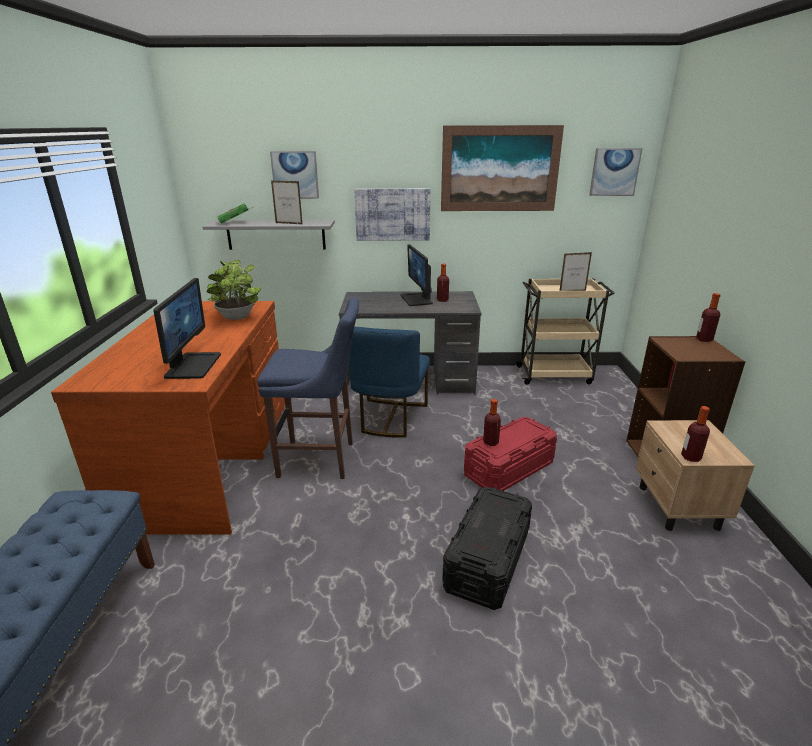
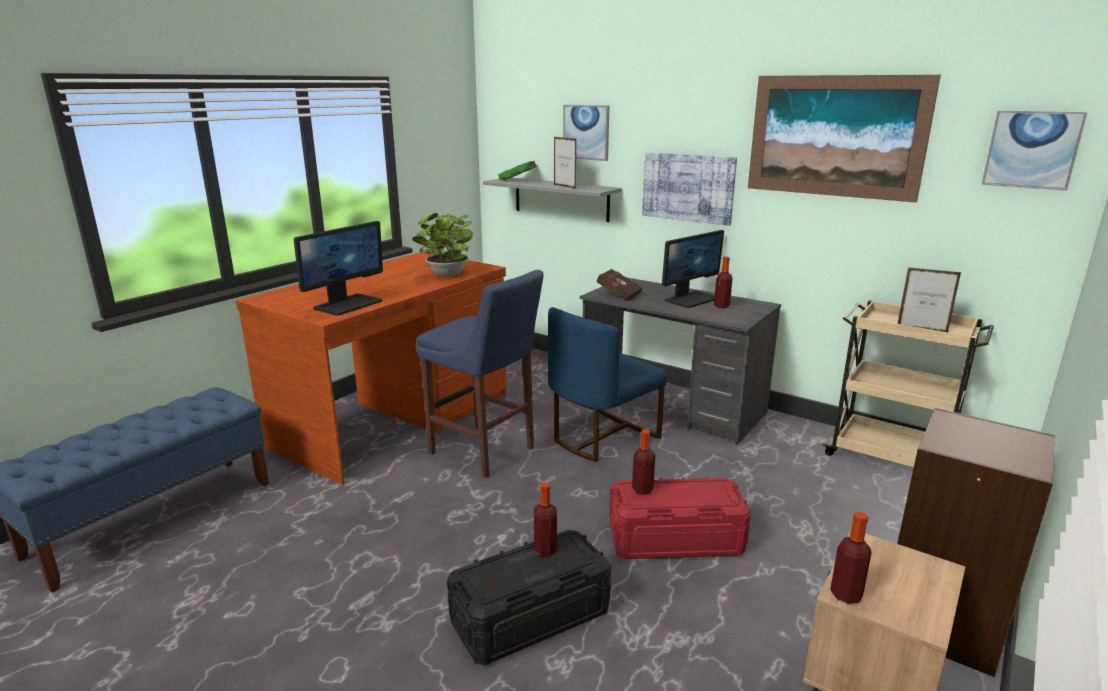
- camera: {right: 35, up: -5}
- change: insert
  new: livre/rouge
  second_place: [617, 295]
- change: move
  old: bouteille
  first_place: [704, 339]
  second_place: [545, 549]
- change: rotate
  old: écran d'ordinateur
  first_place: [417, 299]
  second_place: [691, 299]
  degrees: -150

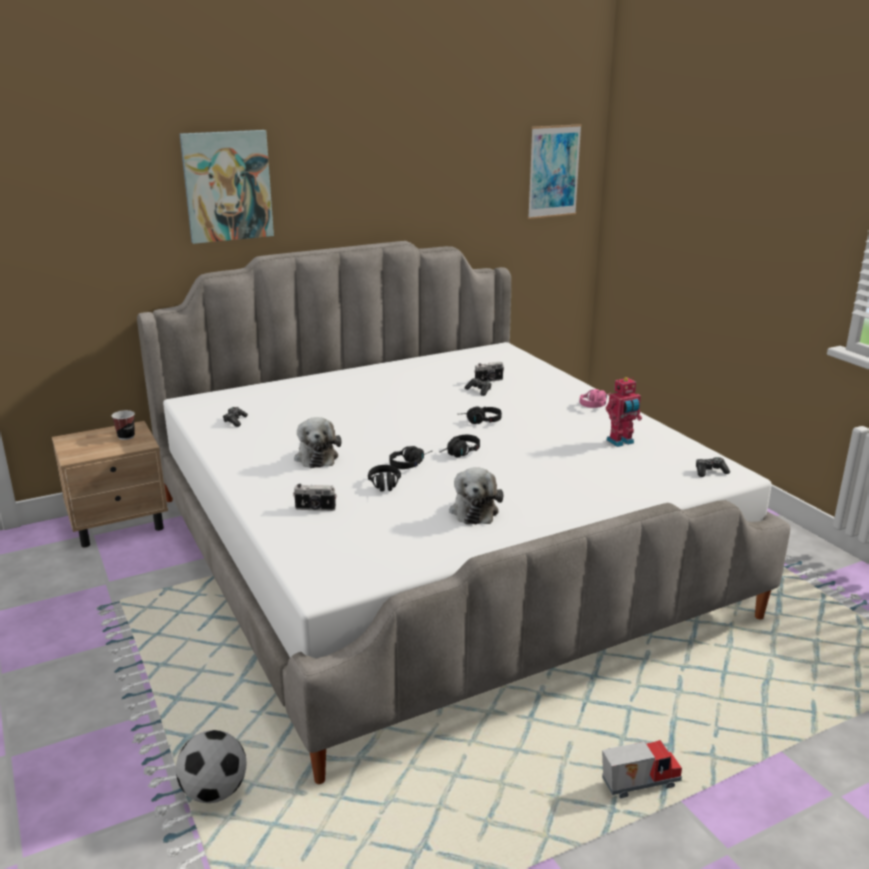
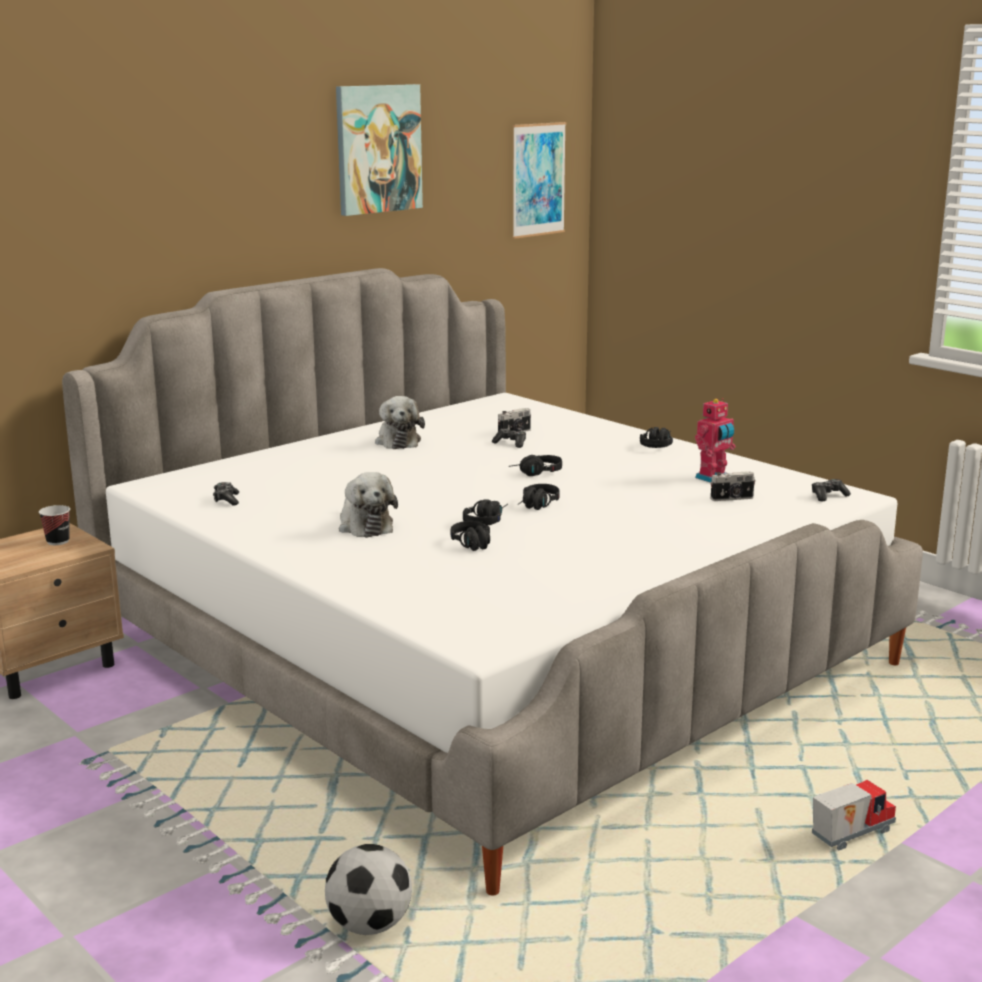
- camera: {right: -15, up: -5}
- change: move
  old: tableau
  first_place: [227, 186]
  second_place: [378, 149]
- change: move
  old: appareil photo
  first_place: [315, 509]
  second_place: [732, 499]
- change: move
  old: peluche
  first_place: [474, 510]
  second_place: [398, 441]
- change: recolor
  old: casque audio/rose
  new: casque audio/noir
  first_place: [595, 404]
  second_place: [657, 445]

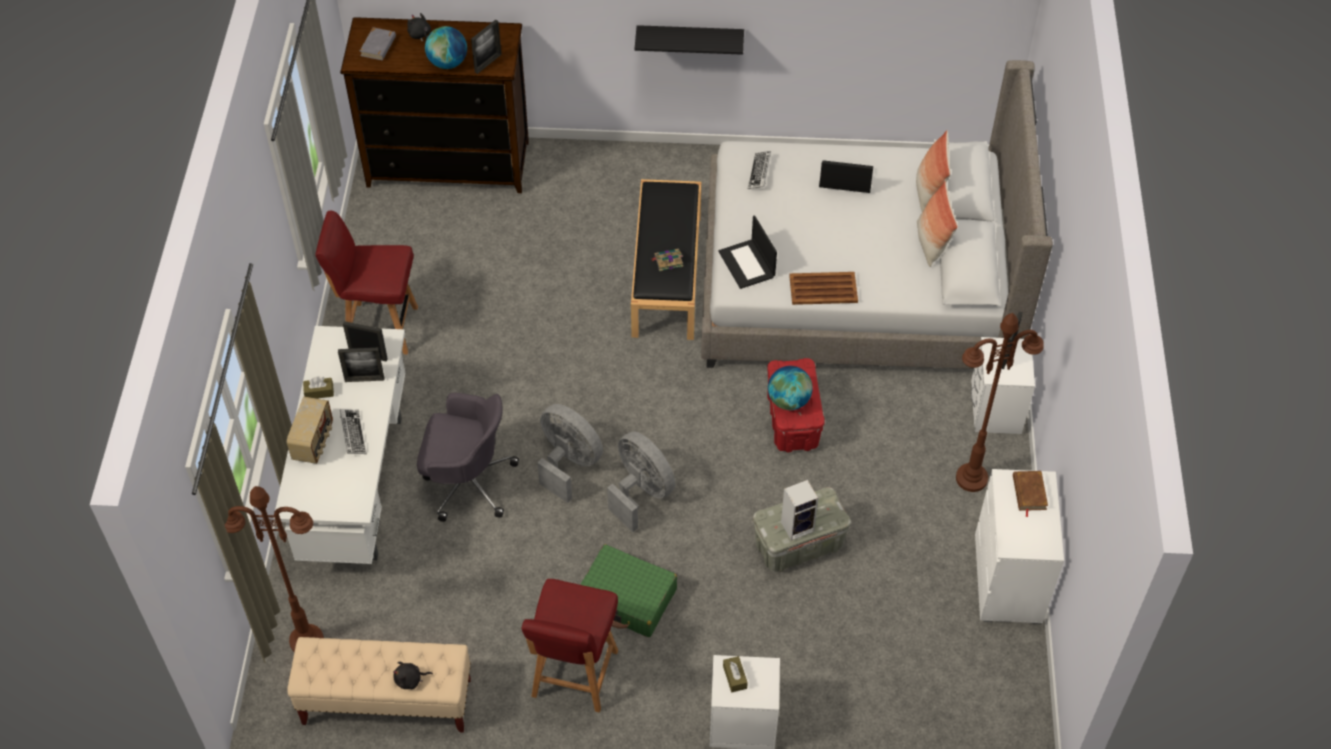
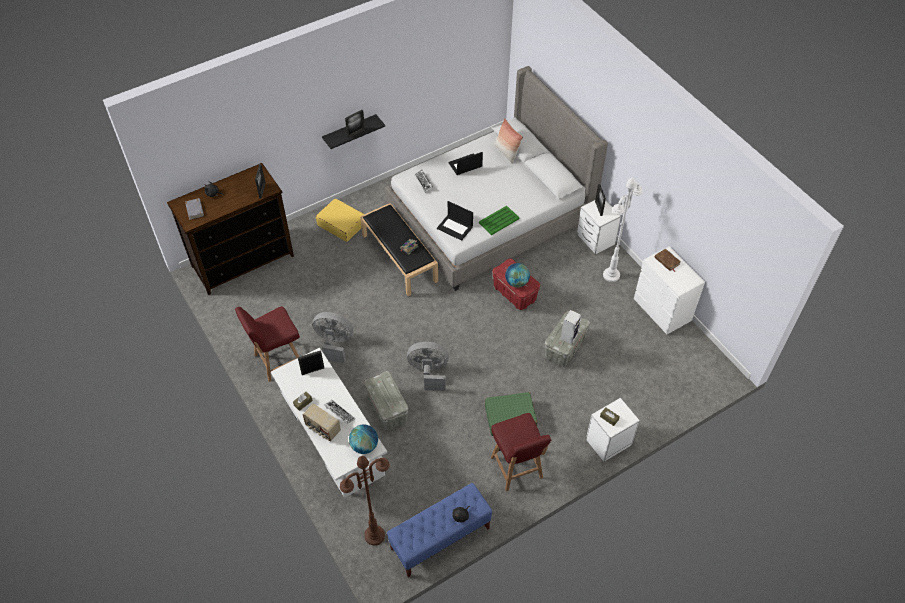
- camera: {right: -35, up: 0}
- change: delete
  old: coussin
  first_place: [931, 243]
- change: insert
  new: valise/jaune
  second_place: [341, 224]
- change: move
  old: cadre photo
  first_place: [364, 379]
  second_place: [356, 133]
- change: move
  old: globe
  first_place: [448, 63]
  second_place: [364, 446]
- change: move
  old: ventilateur/gris
  first_place: [641, 492]
  second_place: [334, 343]
- change: replace
  old: chaise de bureau/gris
  new: boîte de rangement/gris
  first_place: [467, 481]
  second_place: [387, 409]
- change: recolor
  old: banc/beige
  new: banc/bleu
  first_place: [386, 702]
  second_place: [440, 538]
- change: recolor
  old: plateau/marron
  new: plateau/vert
  first_place: [824, 289]
  second_place: [499, 220]
- change: recolor
  old: lampadaire/marron
  new: lampadaire/blanc
  first_place: [971, 478]
  second_place: [611, 275]
- change: rotate
  old: radio
  first_place: [314, 442]
  second_place: [322, 429]
  degrees: 150

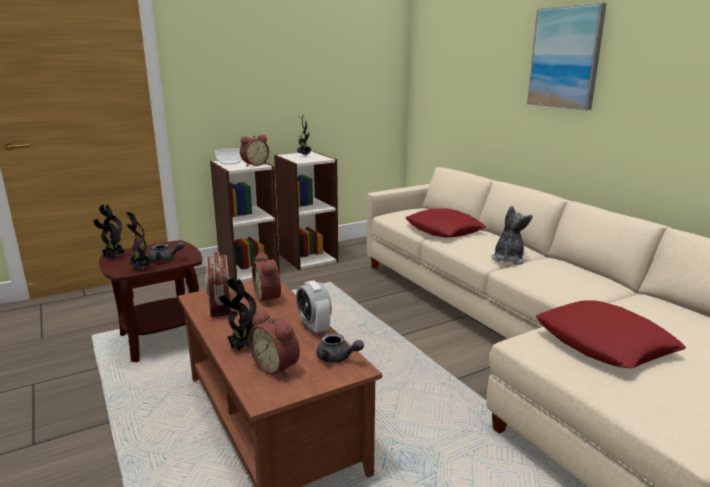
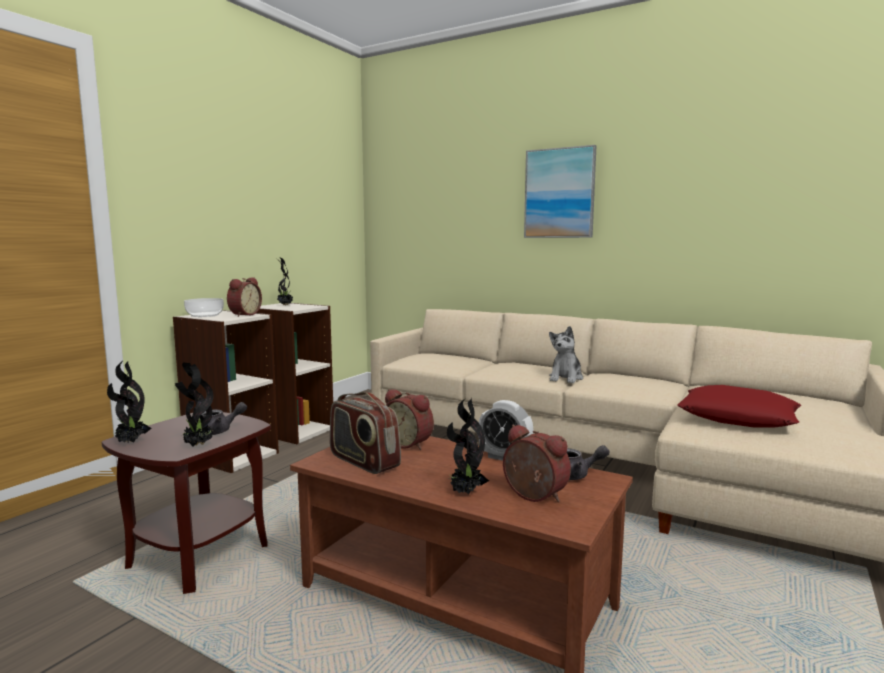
- camera: {right: -30, up: -10}
- change: delete
  old: coussin/rouge
  first_place: [444, 230]
- change: rotate
  old: réveil
  first_place: [277, 366]
  second_place: [533, 497]
  degrees: -150
- change: rotate
  old: peluche
  first_place: [508, 259]
  second_place: [566, 378]
  degrees: -150

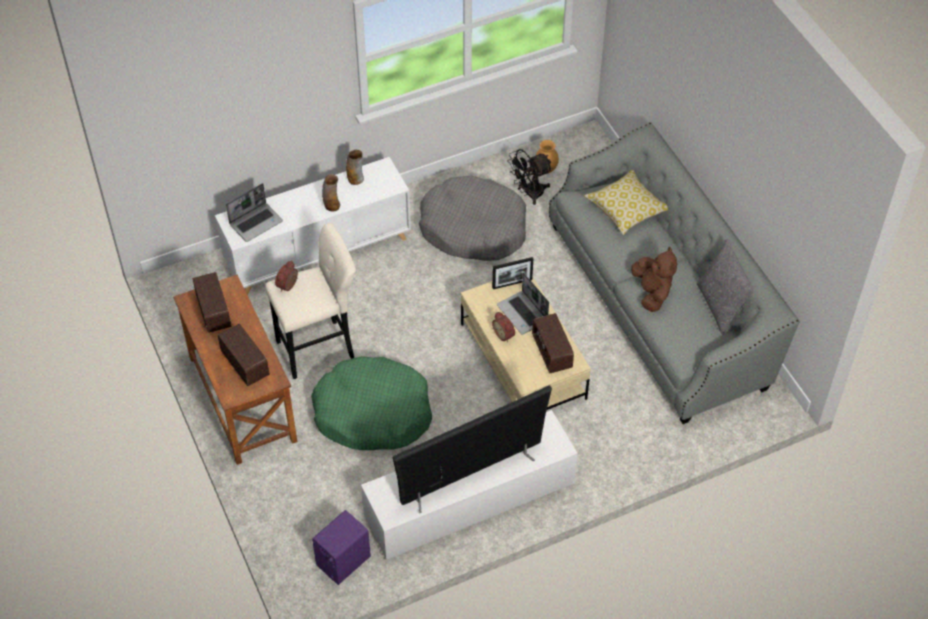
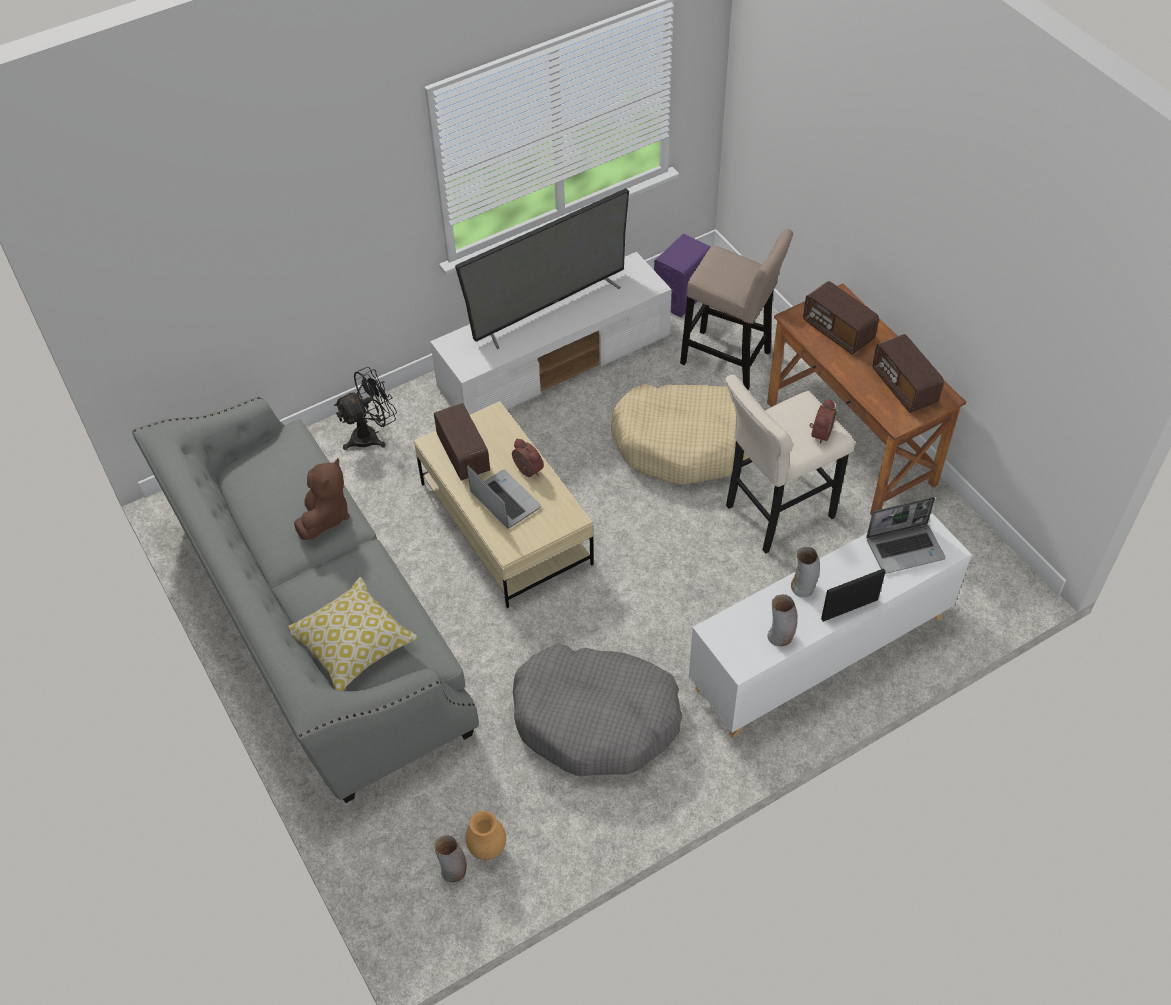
- camera: {right: 175, up: 0}
- change: delete
  old: coussin/gris
  first_place: [720, 306]
- change: insert
  new: vase
  second_place: [454, 871]
- change: insert
  new: tabouret/beige
  second_place: [730, 360]
- change: move
  old: cadre photo
  first_place: [512, 283]
  second_place: [849, 609]
- change: move
  old: ventilateur/noir
  first_place: [529, 193]
  second_place: [371, 435]
- change: recolor
  old: panier pour chien/vert
  new: panier pour chien/beige
  first_place: [373, 413]
  second_place: [685, 442]
- change: rotate
  old: ordinateur portable
  first_place: [256, 222]
  second_place: [905, 548]
  degrees: -150
- change: rotate
  old: peluche/marron
  first_place: [652, 293]
  second_place: [325, 515]
  degrees: -150

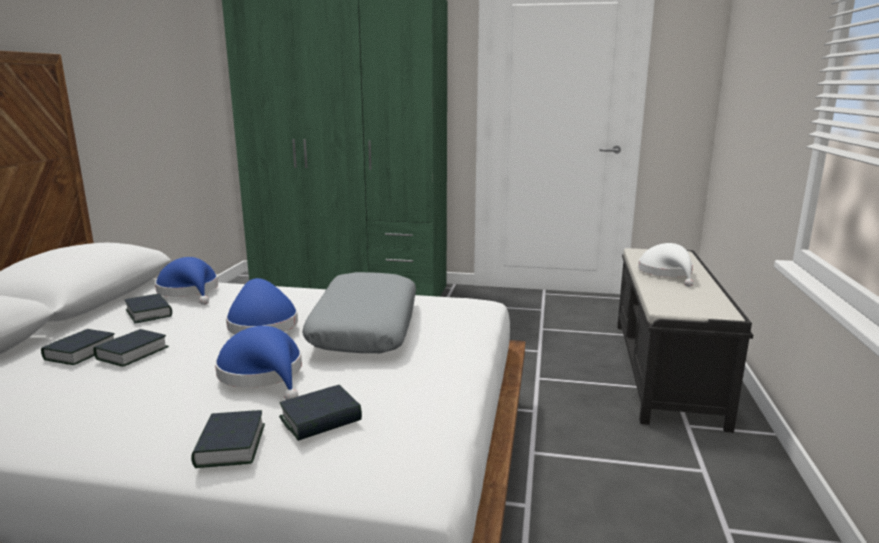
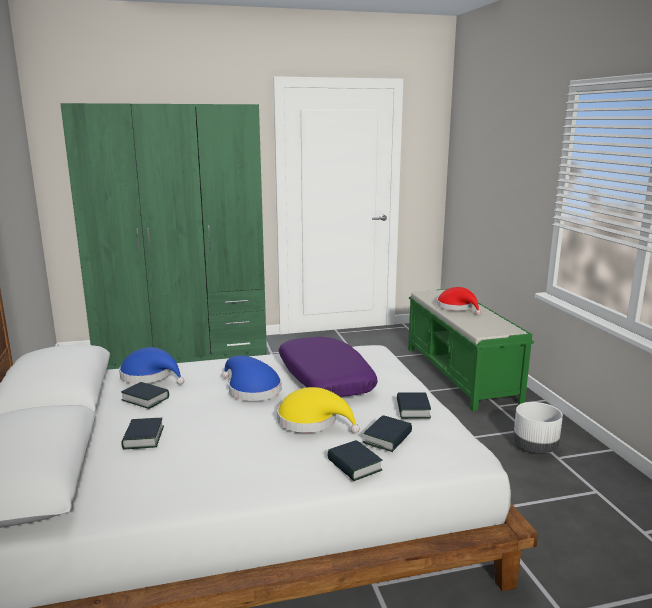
- camera: {right: -25, up: 0}
- change: insert
  new: cache-pot/blanc
  second_place: [535, 447]
- change: move
  old: livre
  first_place: [132, 353]
  second_place: [413, 410]
- change: recolor
  old: chapeau/bleu
  new: chapeau/jaune
  first_place: [264, 374]
  second_place: [312, 421]
- change: recolor
  old: coussin/gris
  new: coussin/violet
  first_place: [364, 327]
  second_place: [324, 378]
- change: recolor
  old: banc/noir
  new: banc/vert
  first_place: [665, 371]
  second_place: [460, 374]
- change: recolor
  old: chapeau/blanc
  new: chapeau/rouge
  first_place: [667, 273]
  second_place: [457, 307]

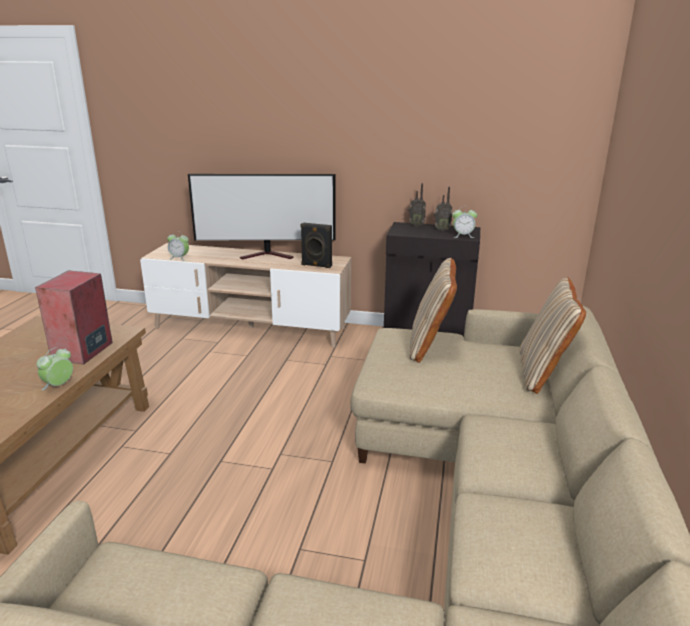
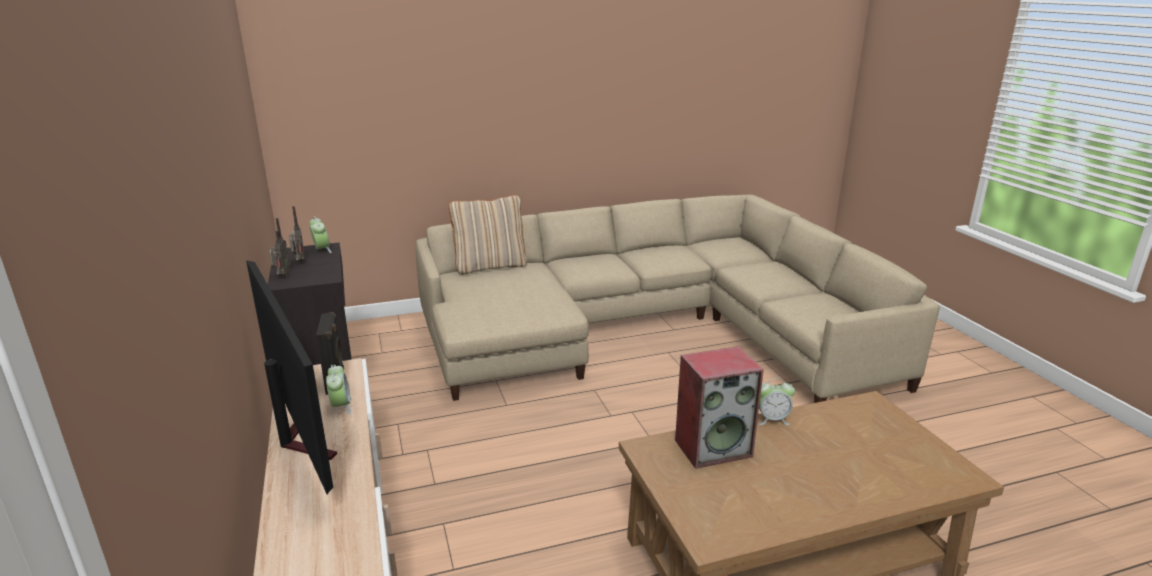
- camera: {right: -120, up: 0}
- change: delete
  old: coussin/beige
  first_place: [430, 345]
- change: move
  old: réveil
  first_place: [179, 258]
  second_place: [341, 406]

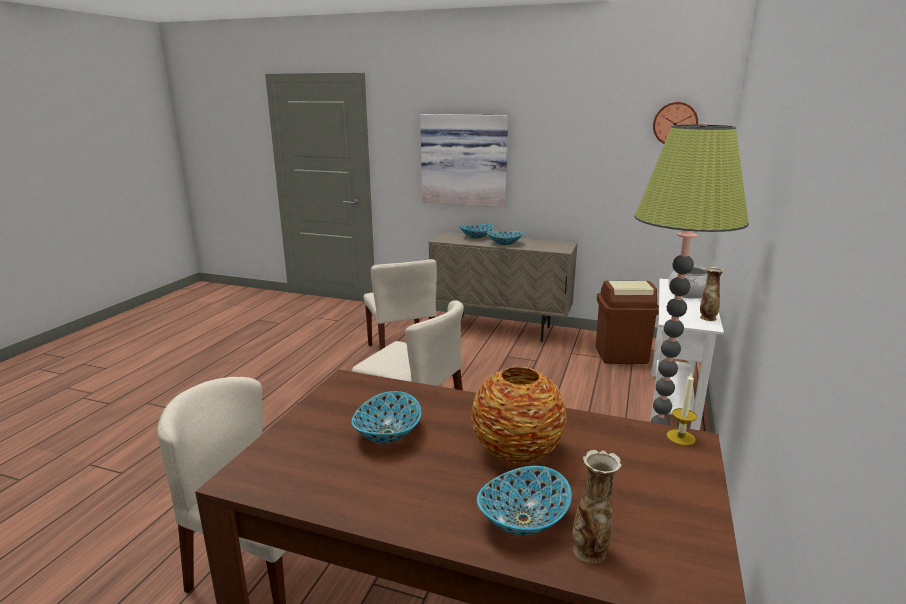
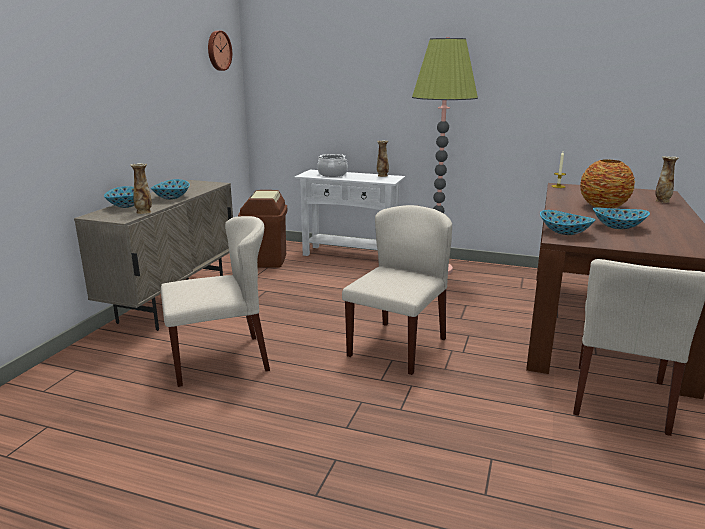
- camera: {right: -90, up: 0}
- change: delete
  old: tableau
  first_place: [464, 160]
- change: insert
  new: vase
  second_place: [144, 212]
- change: move
  old: bol
  first_place: [522, 519]
  second_place: [564, 232]

